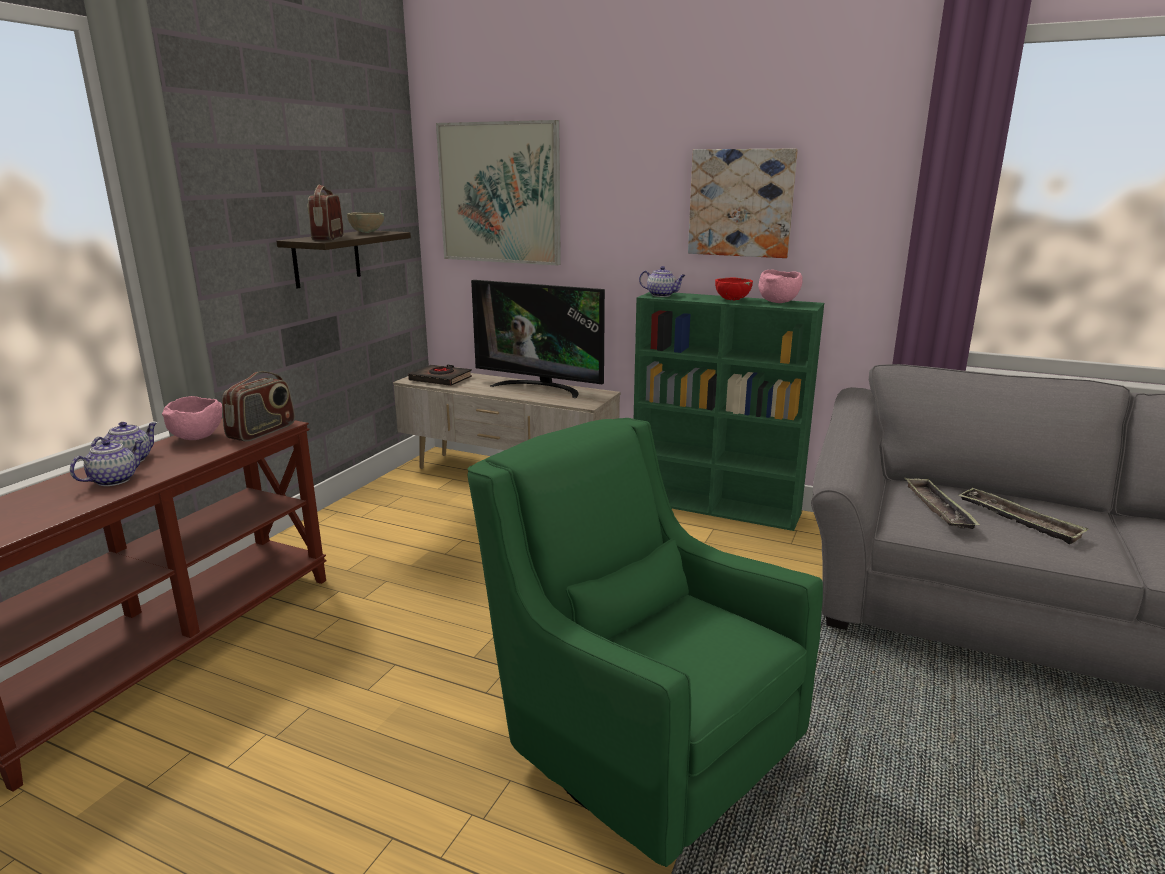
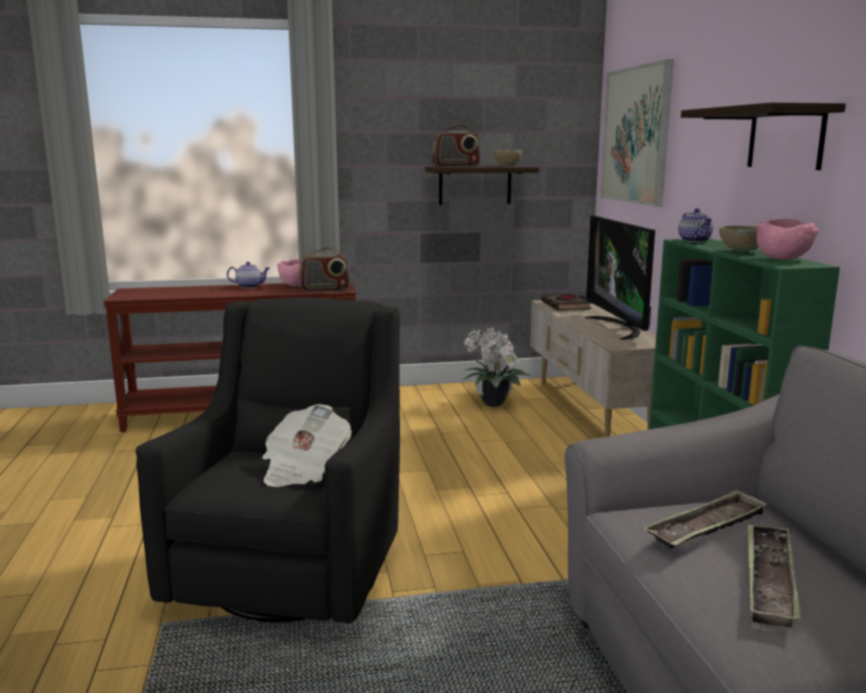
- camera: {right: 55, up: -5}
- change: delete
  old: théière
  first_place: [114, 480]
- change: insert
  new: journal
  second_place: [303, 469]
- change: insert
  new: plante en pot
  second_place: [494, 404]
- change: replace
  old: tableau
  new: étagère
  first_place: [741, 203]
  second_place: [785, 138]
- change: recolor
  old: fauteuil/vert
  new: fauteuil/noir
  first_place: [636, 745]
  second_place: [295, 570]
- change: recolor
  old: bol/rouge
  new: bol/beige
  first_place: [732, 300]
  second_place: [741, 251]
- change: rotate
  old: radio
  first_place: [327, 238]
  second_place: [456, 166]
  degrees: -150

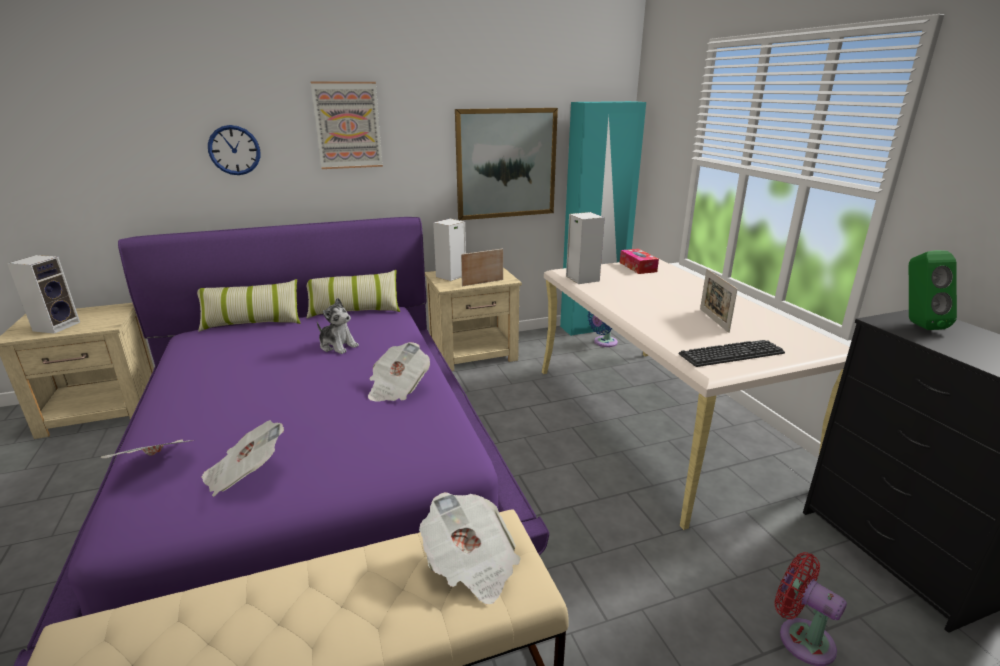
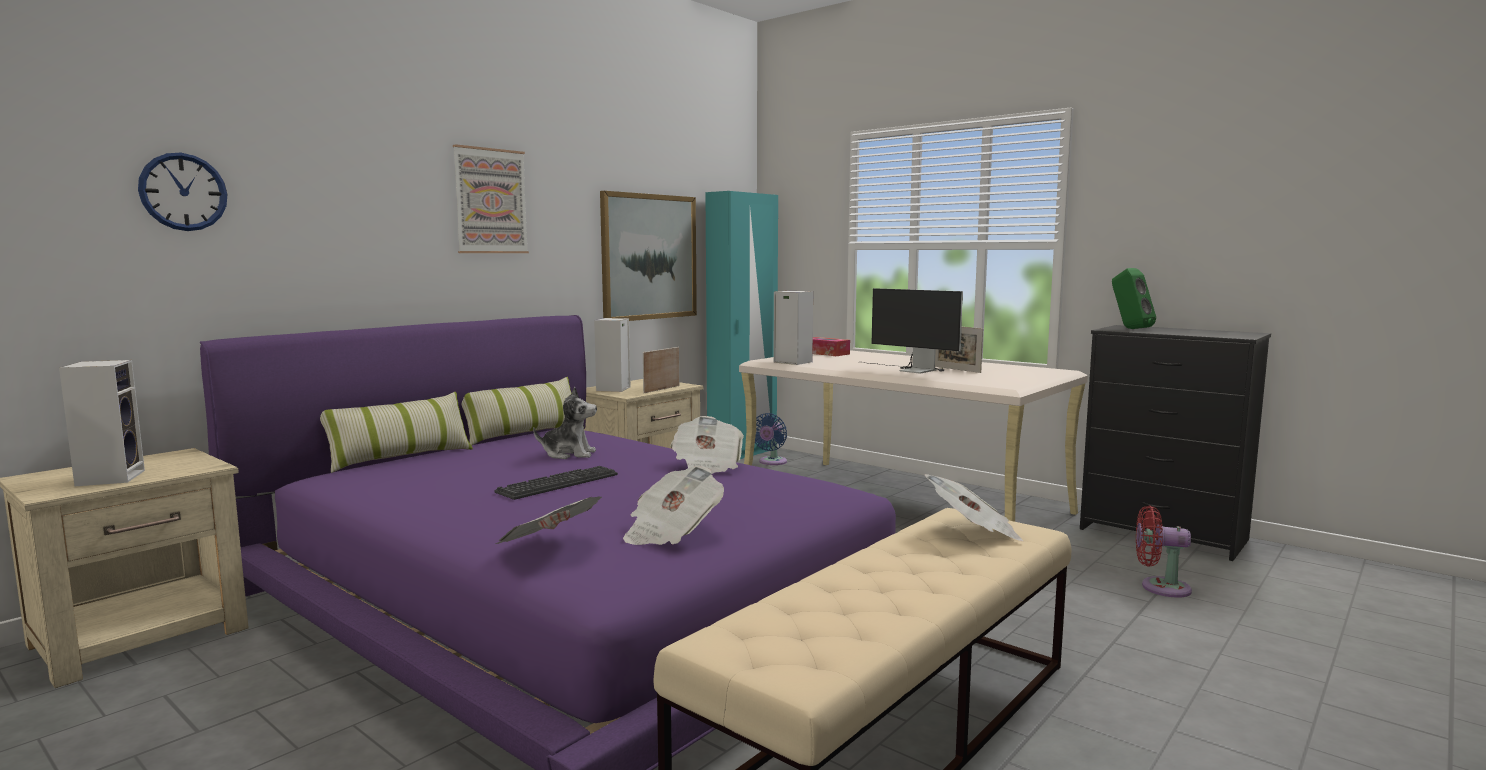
- camera: {right: -30, up: -15}
- change: insert
  new: écran d'ordinateur
  second_place: [910, 370]
- change: move
  old: horloge murale
  first_place: [234, 150]
  second_place: [183, 192]
- change: move
  old: clavier
  first_place: [731, 354]
  second_place: [558, 484]

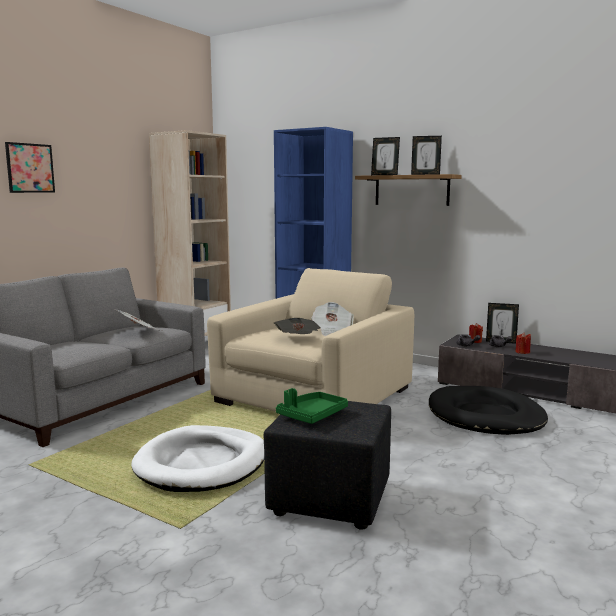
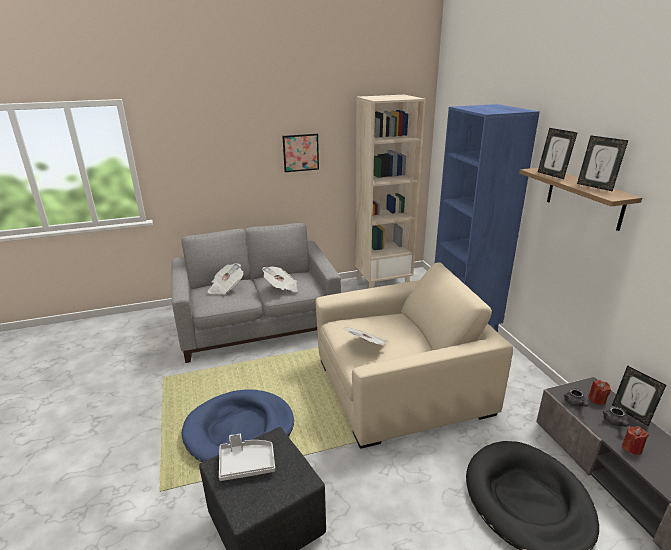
- camera: {right: 40, up: 15}
- change: move
  old: tableau
  first_place: [30, 168]
  second_place: [301, 152]
- change: move
  old: journal
  first_place: [332, 331]
  second_place: [226, 288]
- change: recolor
  old: panier pour chien/blanc
  new: panier pour chien/bleu
  first_place: [202, 464]
  second_place: [239, 430]
- change: recolor
  old: plateau/vert
  new: plateau/gris
  first_place: [312, 415]
  second_place: [247, 464]

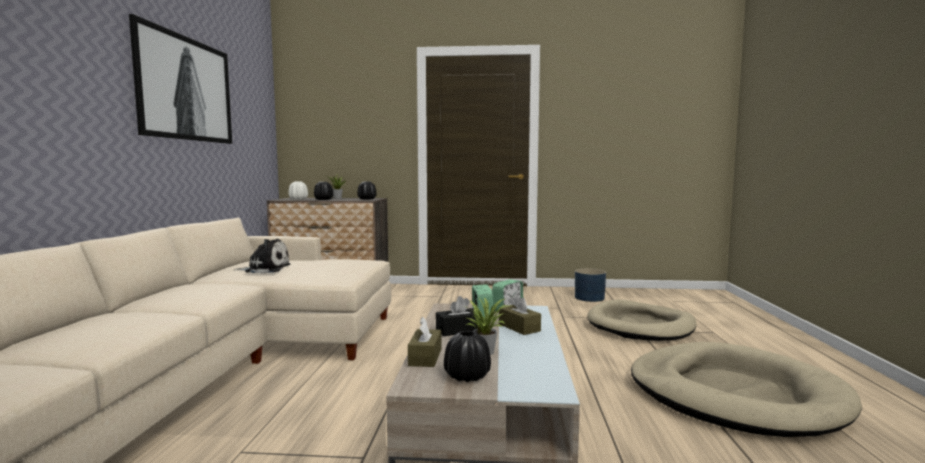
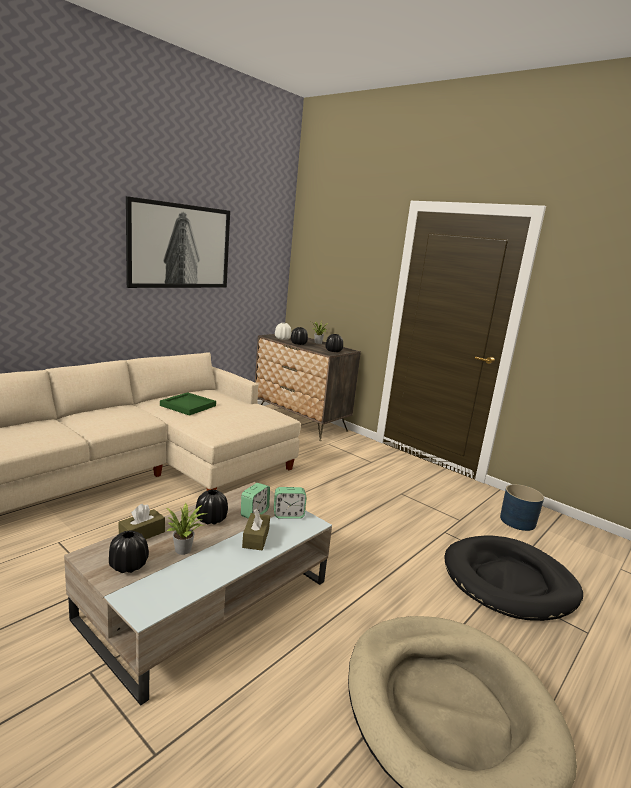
- camera: {right: 35, up: 10}
- change: replace
  old: peluche
  new: plateau/vert
  first_place: [265, 269]
  second_place: [188, 405]
- change: replace
  old: boîte à mouchoirs/noir
  new: vase/noir
  first_place: [458, 330]
  second_place: [211, 519]
- change: recolor
  old: panier pour chien/beige
  new: panier pour chien/noir
  first_place: [640, 326]
  second_place: [509, 581]

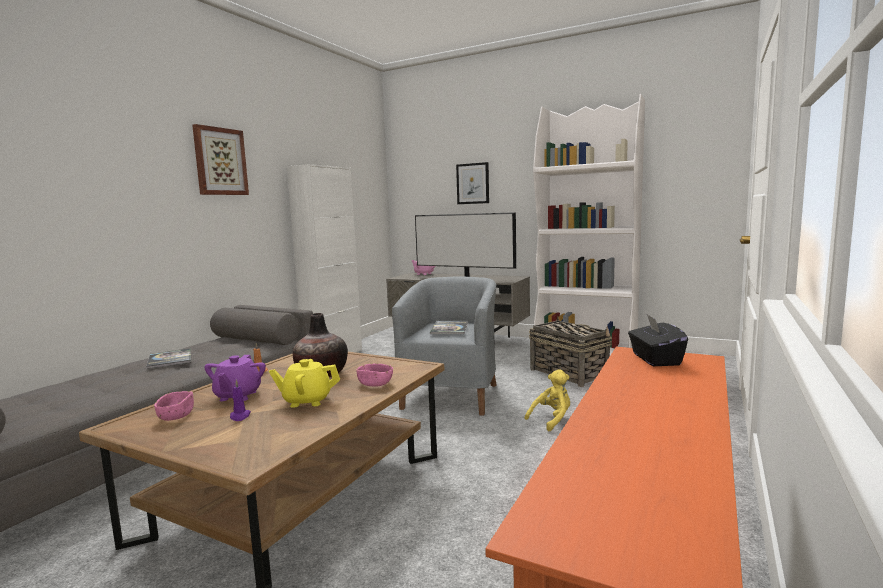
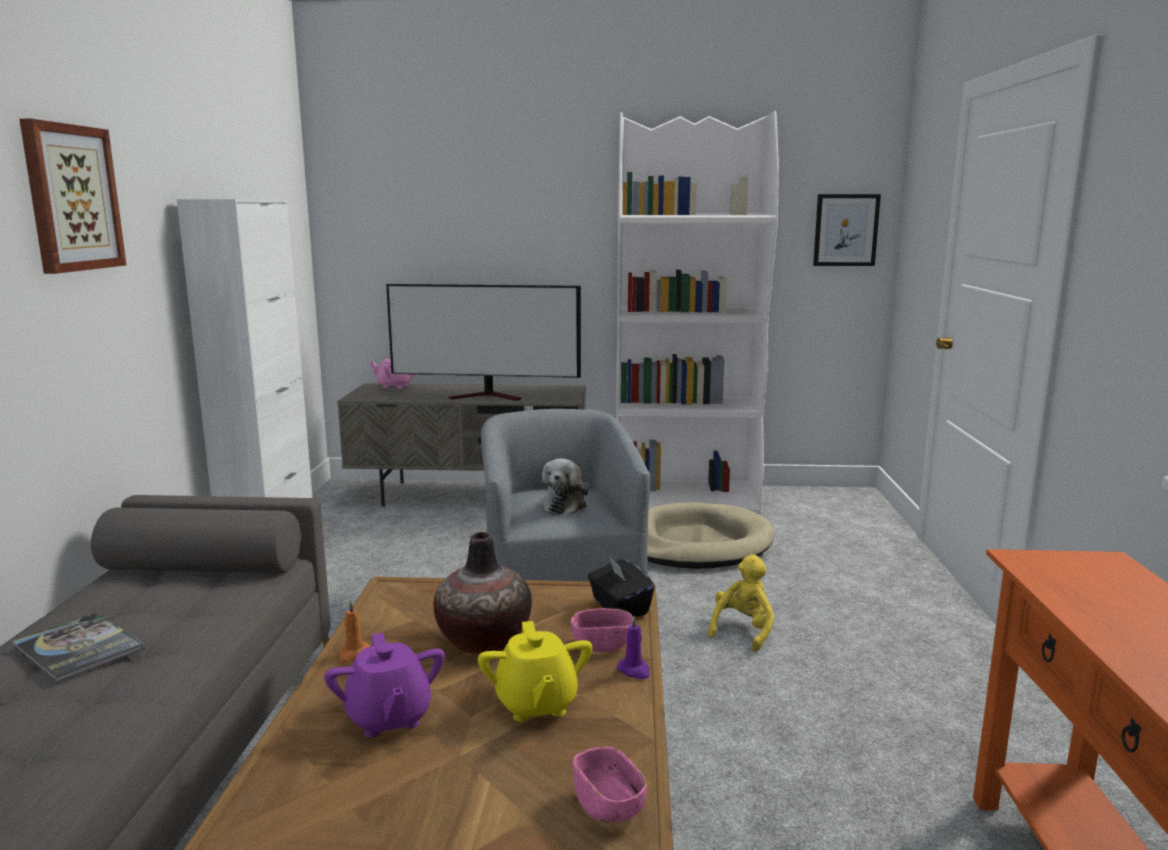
- camera: {right: -25, up: 5}
- change: move
  old: bol/rose
  first_place: [176, 416]
  second_place: [608, 805]
- change: move
  old: bougie/violet
  first_place: [240, 416]
  second_place: [634, 671]
- change: move
  old: tableau
  first_place: [473, 183]
  second_place: [846, 230]
- change: move
  old: boîte à mouchoirs/noir
  first_place: [655, 359]
  second_place: [619, 607]
- change: replace
  old: livre
  new: peluche
  first_place: [449, 328]
  second_place: [564, 504]
- change: replace
  old: panier
  new: panier pour chien/beige
  first_place: [568, 373]
  second_place: [695, 543]
- change: rotate
  old: théière/jaune
  first_place: [307, 401]
  second_place: [536, 704]
  degrees: -75

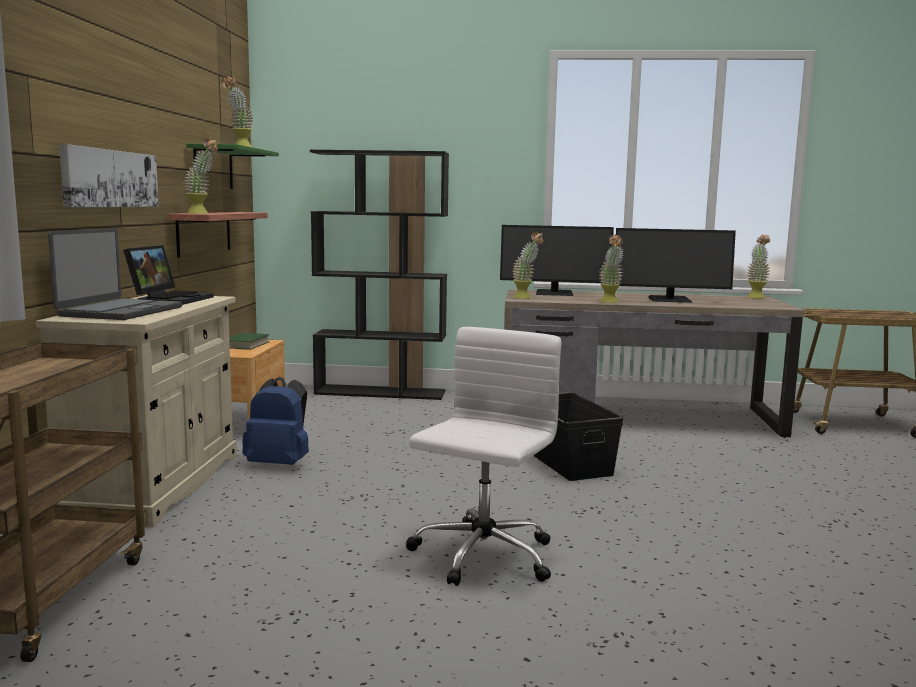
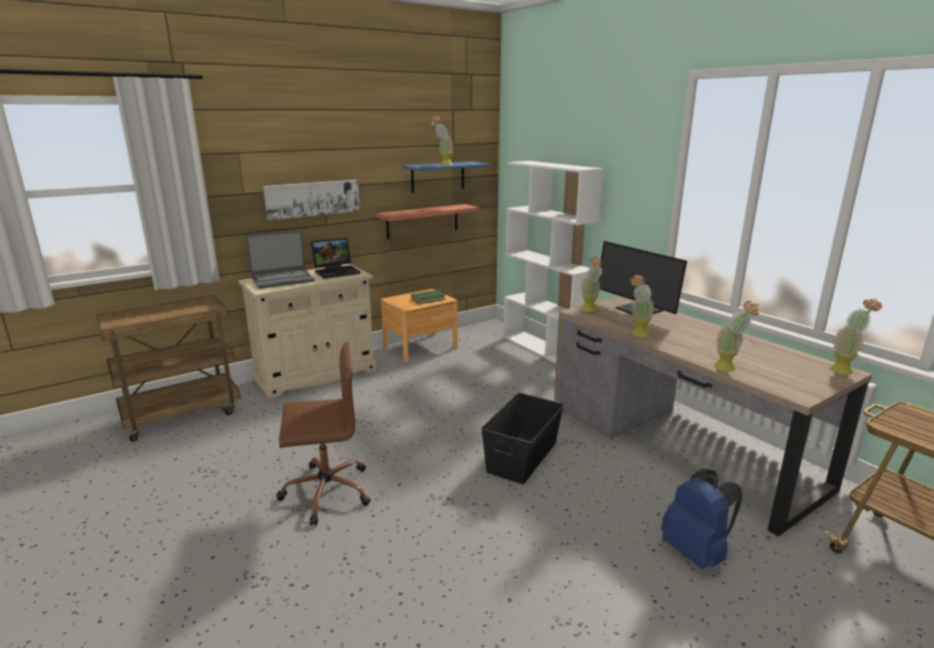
- camera: {right: 50, up: 10}
- change: delete
  old: écran d'ordinateur
  first_place: [670, 300]
- change: move
  old: plante en pot
  first_place: [203, 213]
  second_place: [729, 369]
- change: move
  old: sac à dos/bleu
  first_place: [279, 464]
  second_place: [696, 552]
- change: recolor
  old: étagère/vert
  new: étagère/bleu
  first_place: [213, 168]
  second_place: [438, 177]
- change: recolor
  old: bibliothèque/noir
  new: bibliothèque/blanc
  first_place: [381, 392]
  second_place: [544, 349]
- change: recolor
  old: chaise de bureau/blanc
  new: chaise de bureau/marron
  first_place: [481, 556]
  second_place: [325, 492]

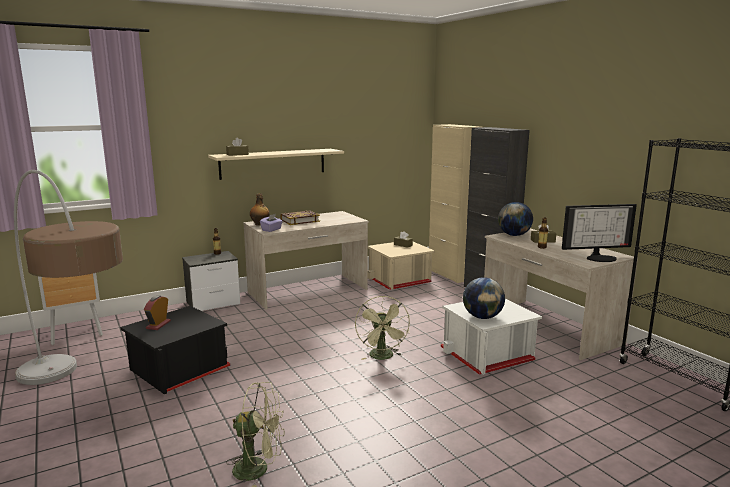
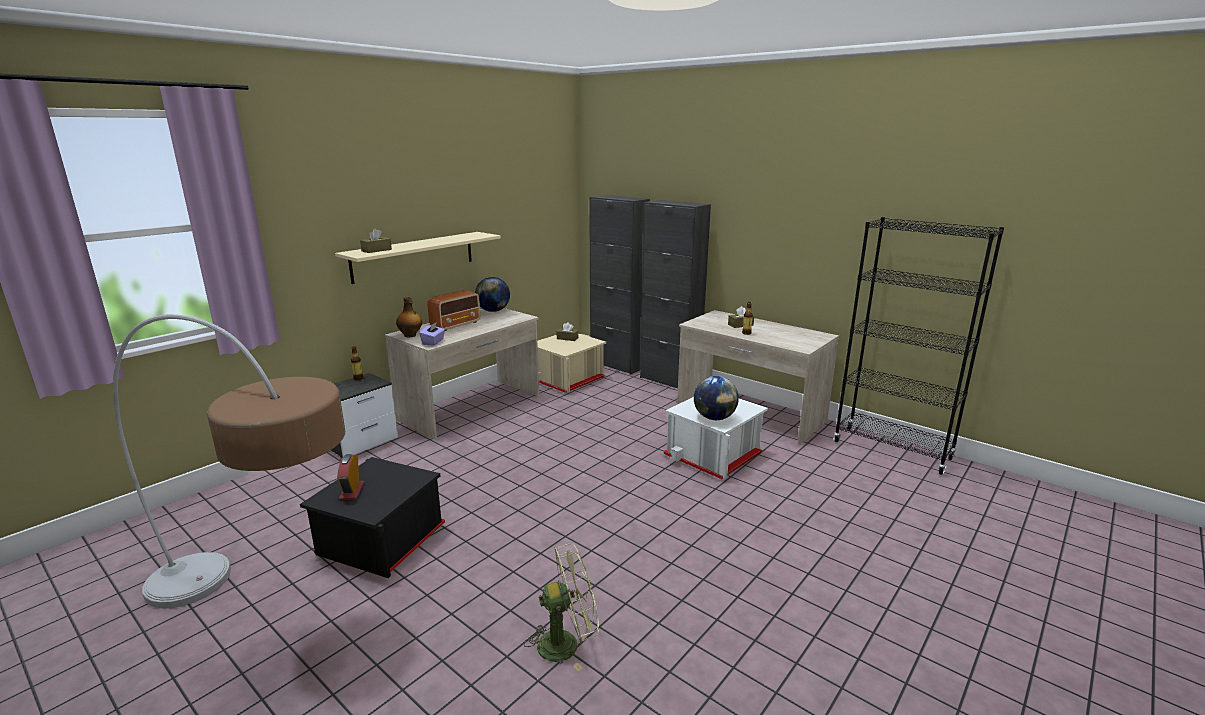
- camera: {right: -20, up: 5}
- change: delete
  old: table de chevet/marron
  first_place: [78, 334]
- change: delete
  old: ventilateur/vert
  first_place: [383, 357]
- change: delete
  old: écran d'ordinateur
  first_place: [600, 257]
- change: move
  old: globe
  first_place: [514, 235]
  second_place: [493, 311]
- change: replace
  old: livre
  new: radio
  first_place: [300, 220]
  second_place: [456, 325]
- change: recolor
  old: meuble de rangement/beige
  new: meuble de rangement/noir
  first_place: [450, 274]
  second_place: [617, 365]

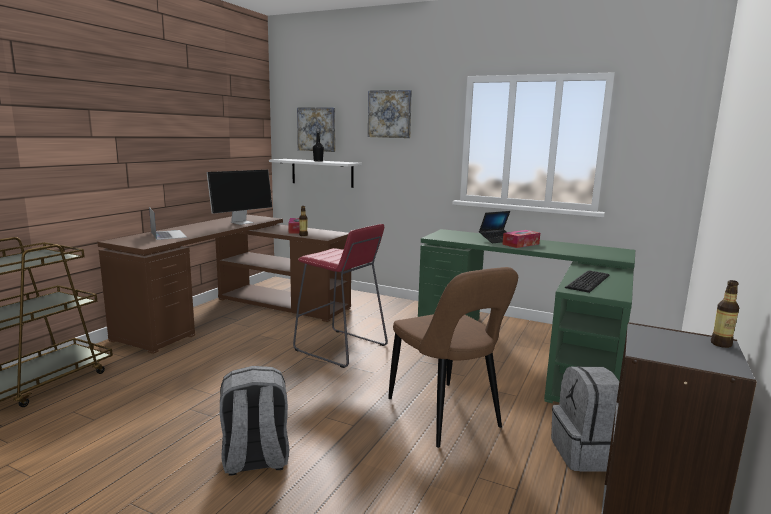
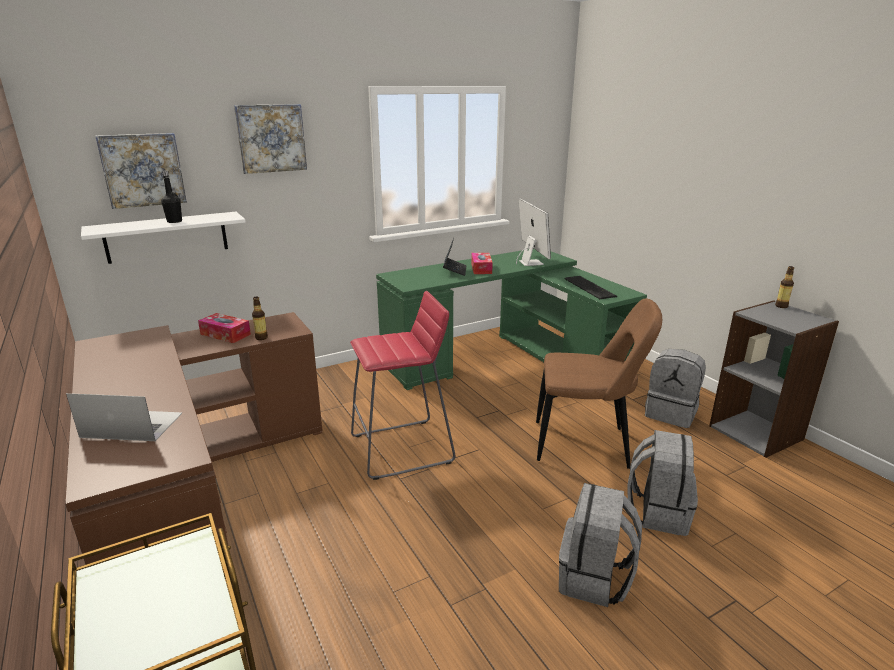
- camera: {right: -55, up: 10}
- change: insert
  new: sac à dos/gris
  second_place: [657, 512]
- change: move
  old: écran d'ordinateur
  first_place: [242, 222]
  second_place: [530, 262]

